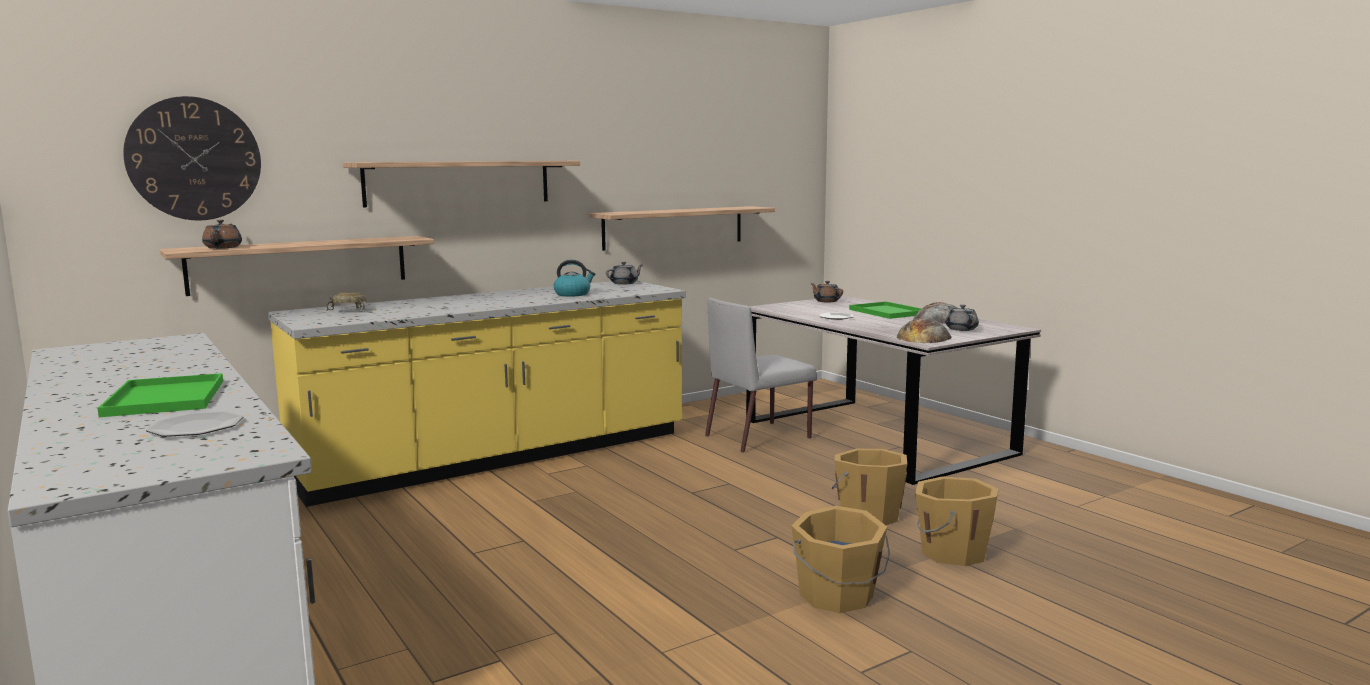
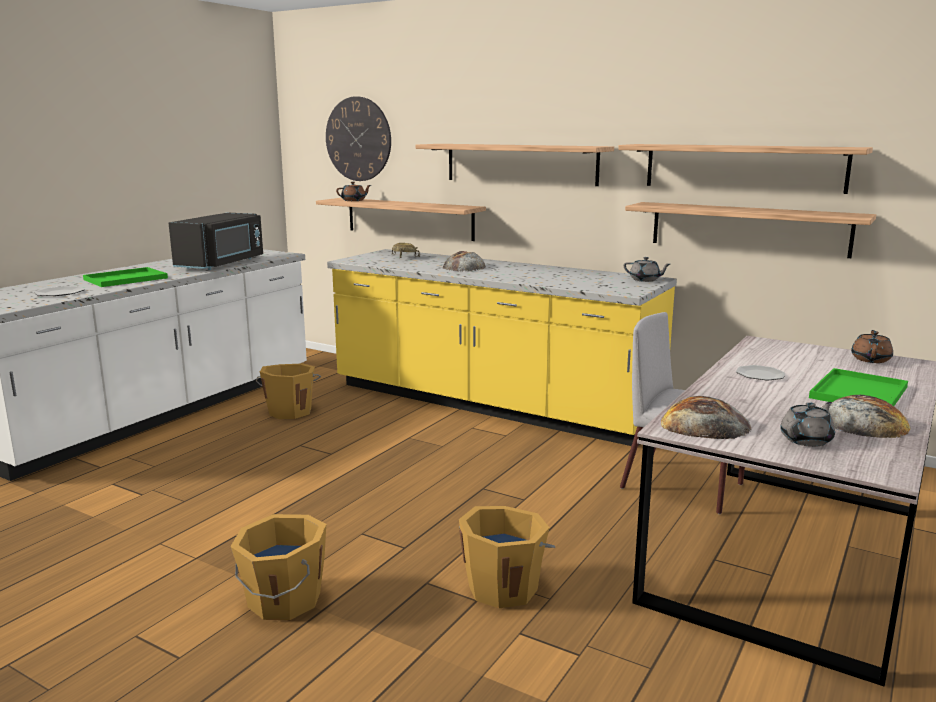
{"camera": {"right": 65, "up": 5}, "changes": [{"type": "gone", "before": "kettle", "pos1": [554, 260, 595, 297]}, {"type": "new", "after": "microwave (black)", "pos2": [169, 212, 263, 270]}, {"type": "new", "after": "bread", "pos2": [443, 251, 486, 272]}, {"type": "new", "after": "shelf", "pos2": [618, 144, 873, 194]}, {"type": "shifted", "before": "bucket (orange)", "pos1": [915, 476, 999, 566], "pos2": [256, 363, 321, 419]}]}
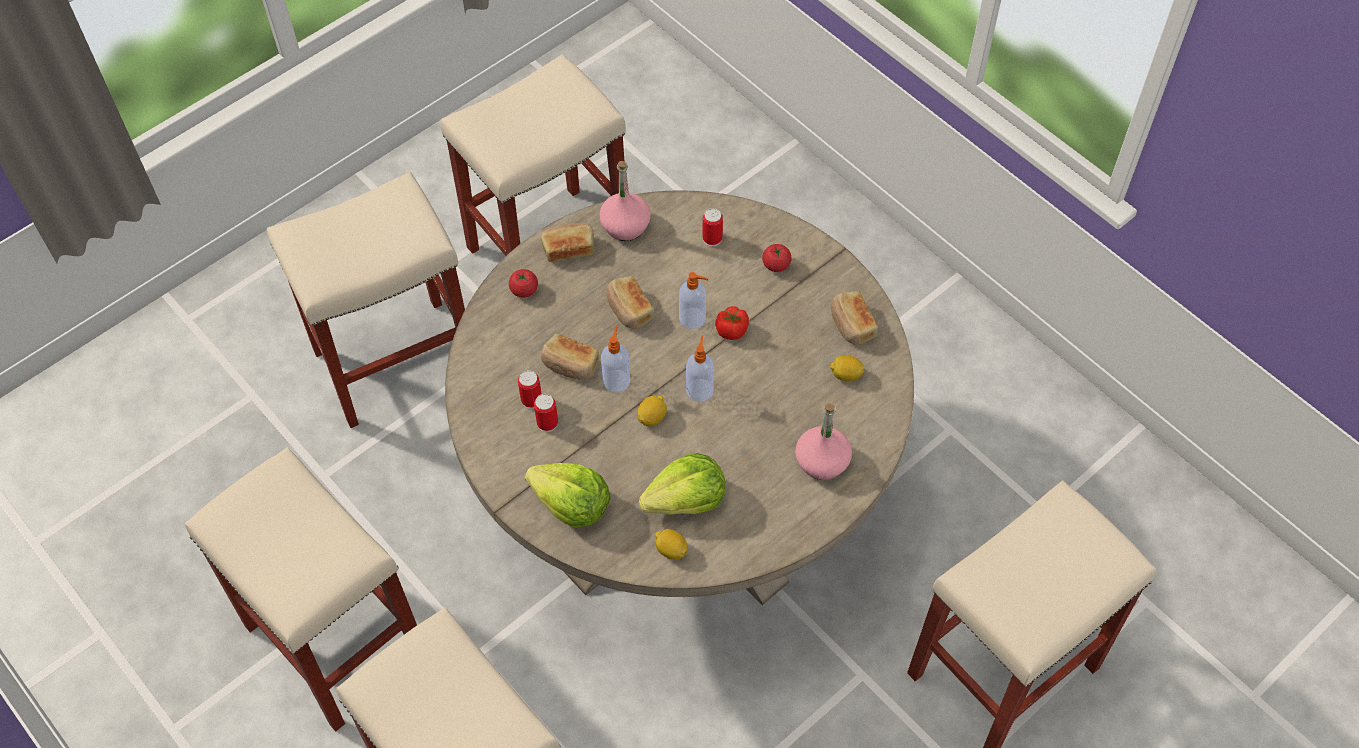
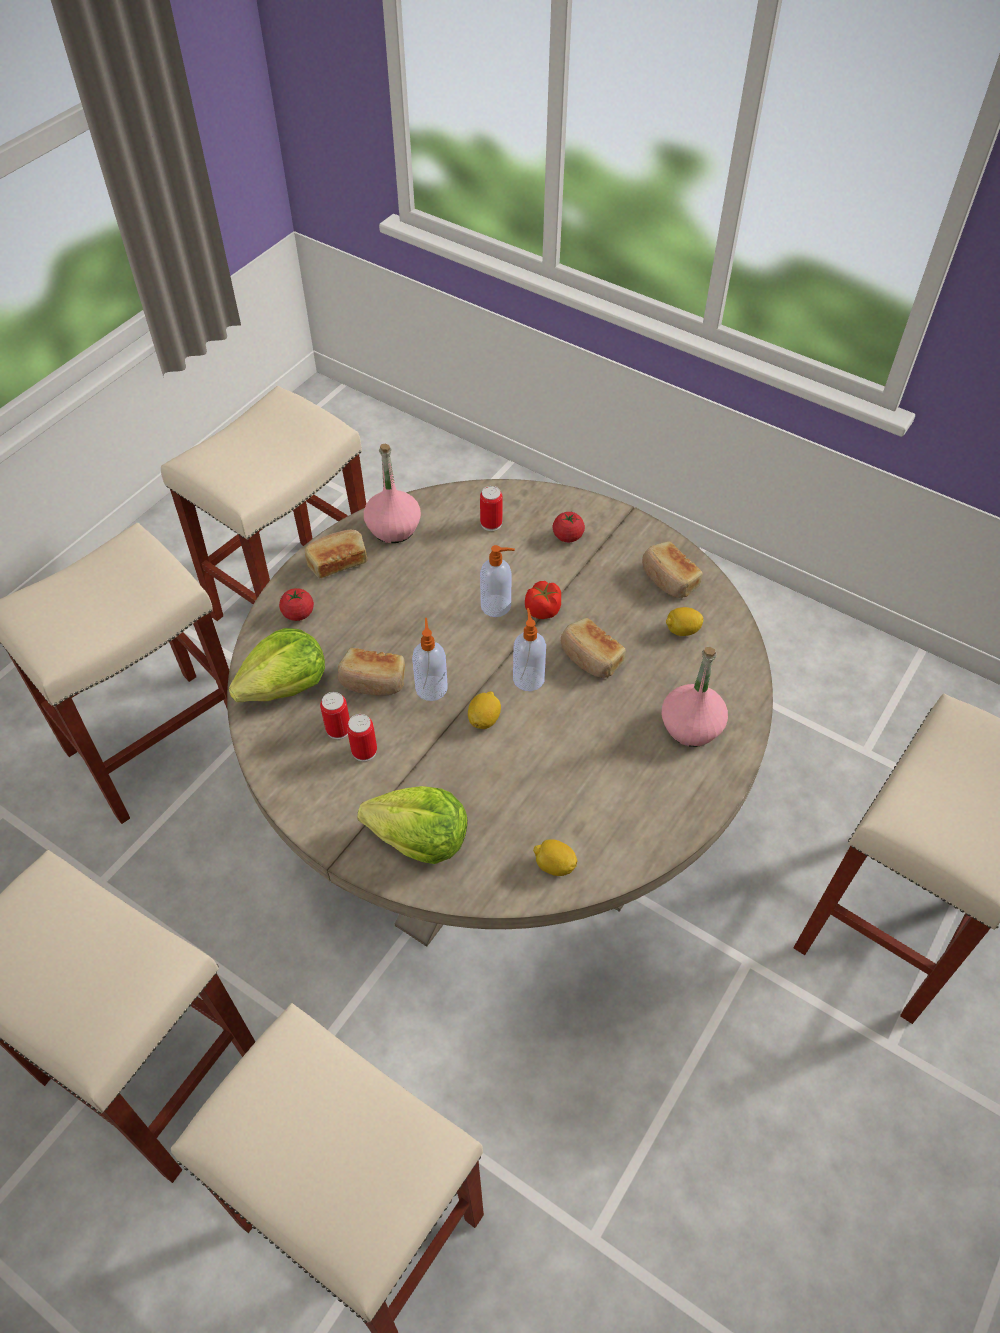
{"camera": {"right": -15, "up": -5}, "changes": [{"type": "shifted", "before": "bread", "pos1": [606, 276, 654, 329], "pos2": [561, 618, 625, 678]}, {"type": "shifted", "before": "lettuce", "pos1": [639, 453, 725, 515], "pos2": [229, 628, 325, 702]}]}
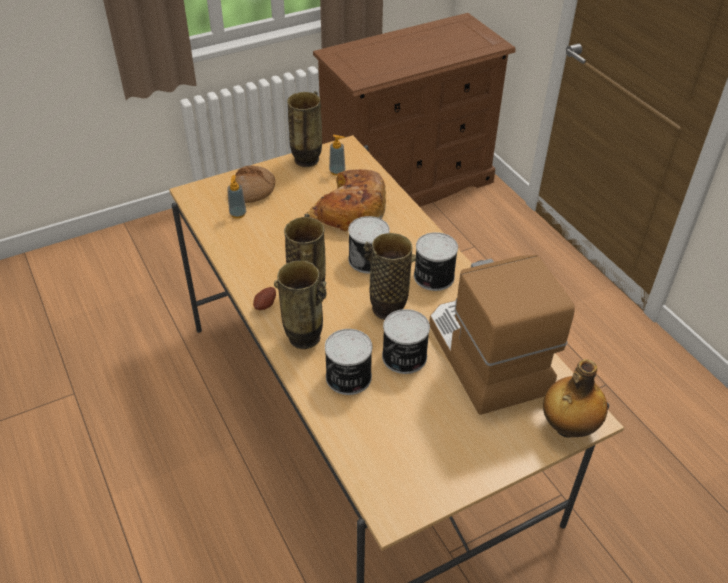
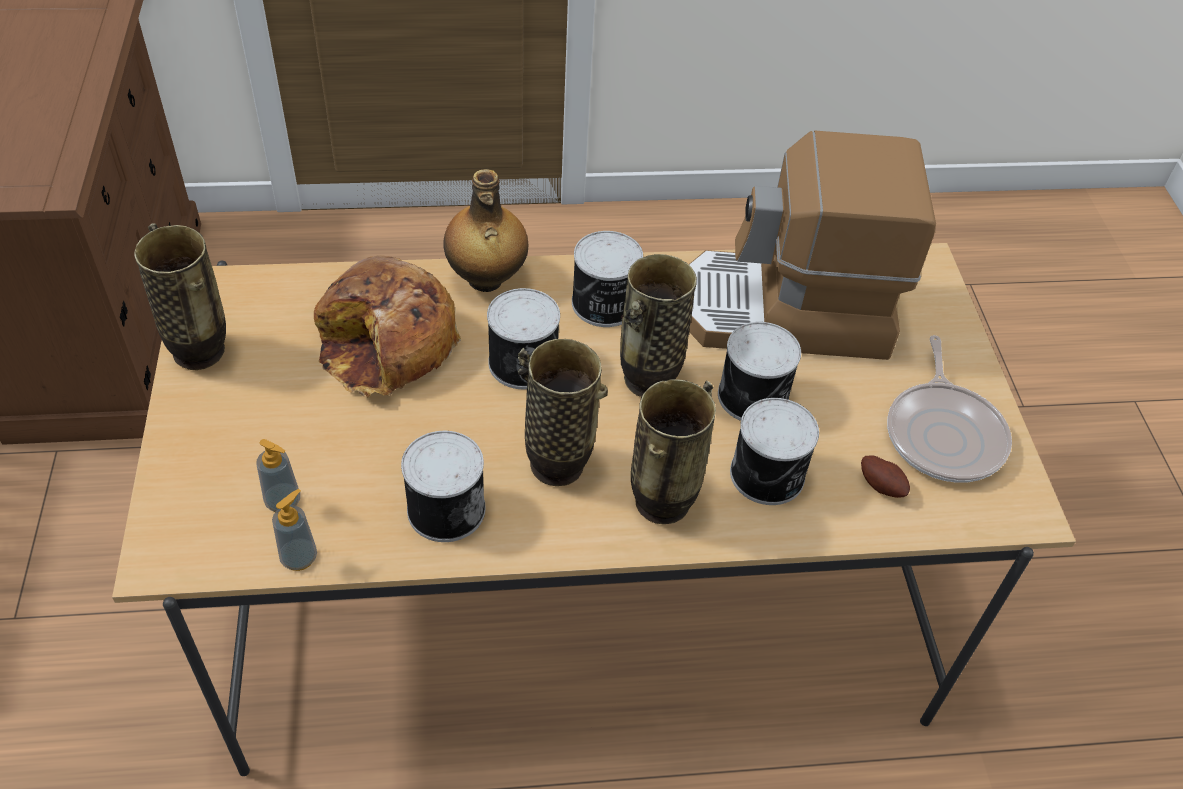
{"camera": {"right": -70, "up": 5}, "changes": [{"type": "gone", "before": "bread", "pos1": [230, 166, 275, 203]}, {"type": "new", "after": "can", "pos2": [401, 431, 485, 542]}, {"type": "new", "after": "frying pan", "pos2": [887, 335, 1012, 483]}, {"type": "shifted", "before": "potato", "pos1": [253, 287, 276, 310], "pos2": [861, 455, 910, 498]}, {"type": "shifted", "before": "soap dispenser", "pos1": [329, 135, 345, 176], "pos2": [272, 489, 317, 571]}, {"type": "shifted", "before": "bottle", "pos1": [543, 359, 608, 438], "pos2": [443, 169, 529, 292]}]}
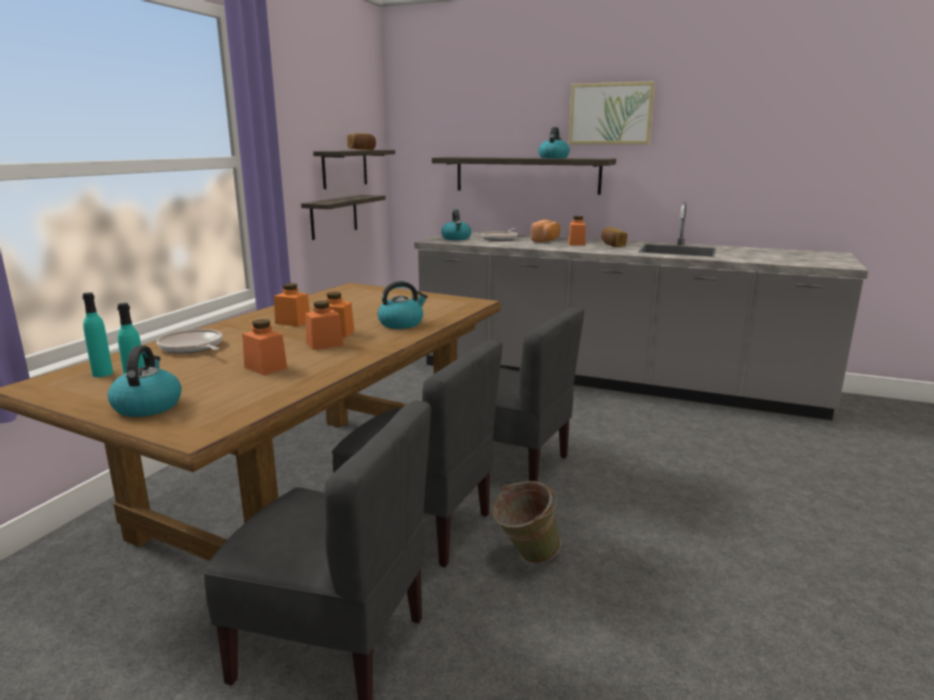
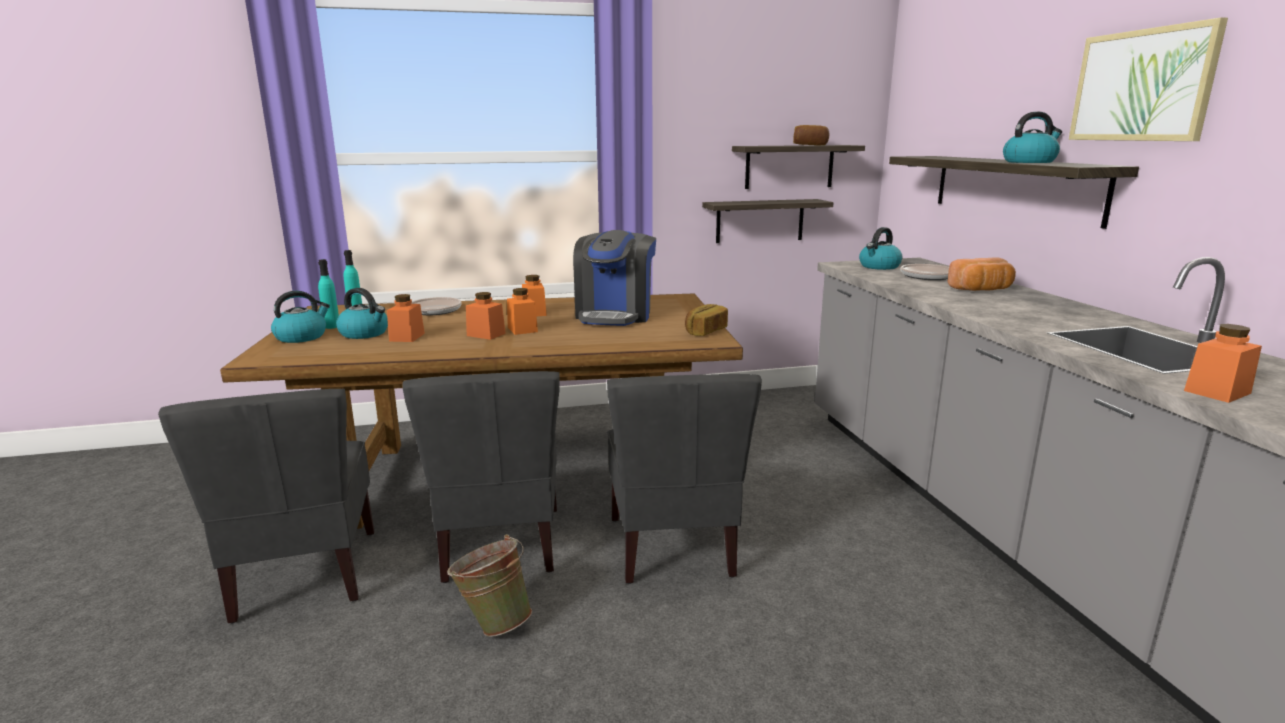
{"camera": {"right": 55, "up": 0}, "changes": [{"type": "new", "after": "coffee machine", "pos2": [573, 230, 656, 326]}, {"type": "shifted", "before": "kettle", "pos1": [378, 281, 428, 329], "pos2": [336, 288, 388, 339]}, {"type": "shifted", "before": "jar (orange)", "pos1": [568, 216, 586, 246], "pos2": [1184, 324, 1262, 403]}, {"type": "shifted", "before": "bread", "pos1": [601, 227, 628, 247], "pos2": [685, 304, 728, 336]}]}
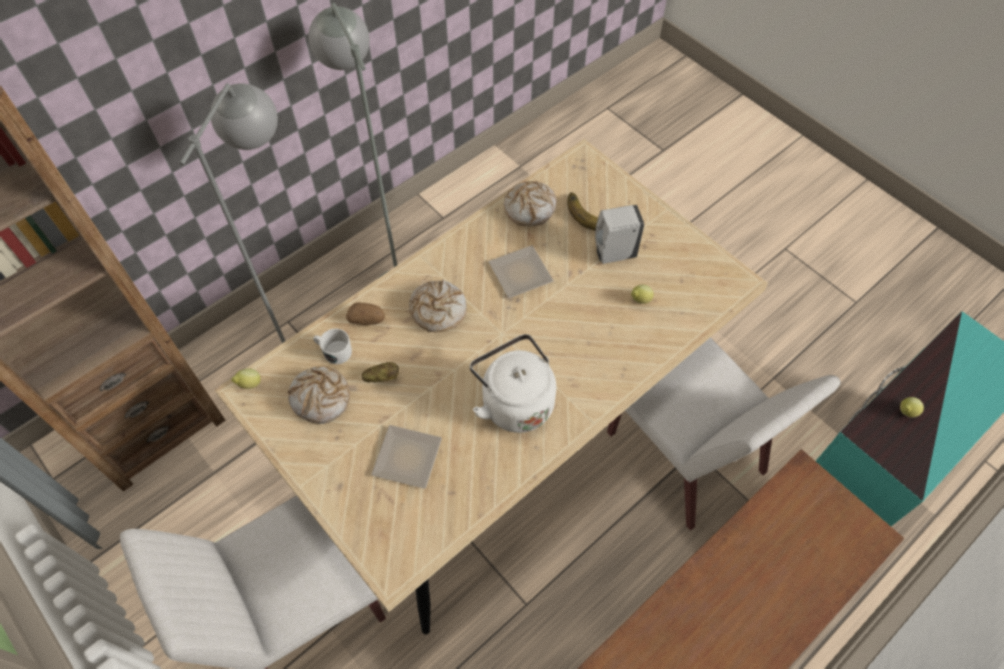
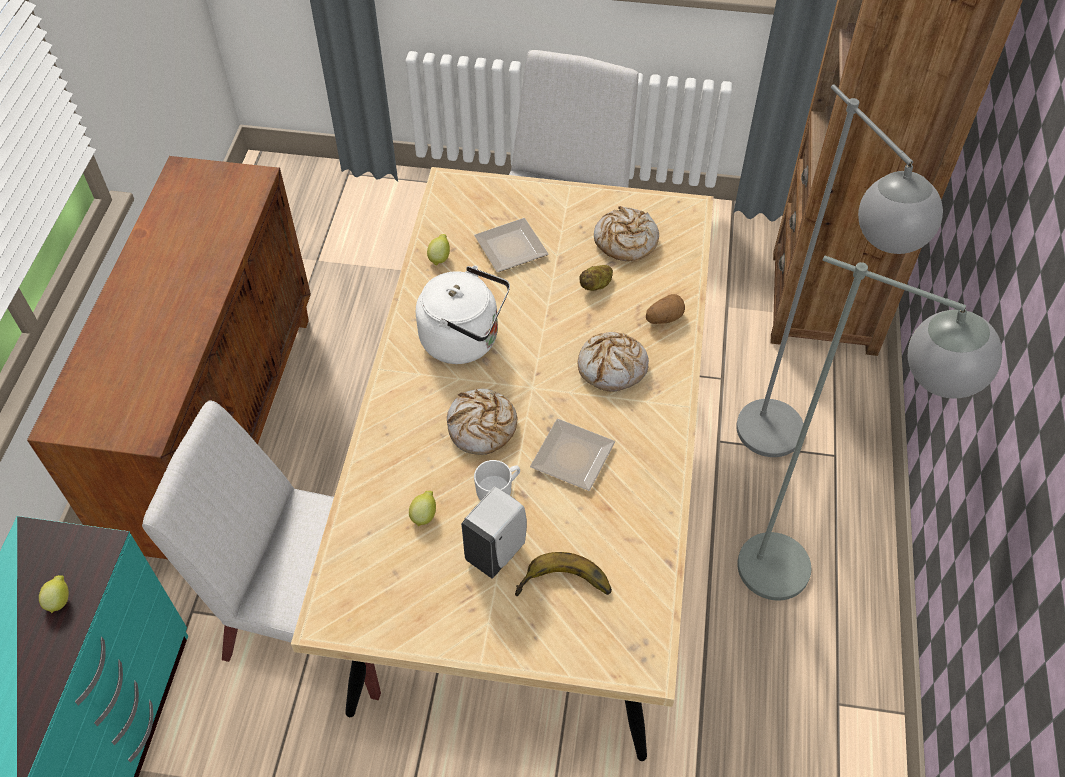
{"camera": {"right": 140, "up": -5}, "changes": [{"type": "shifted", "before": "lemon", "pos1": [231, 369, 261, 389], "pos2": [427, 234, 450, 265]}, {"type": "shifted", "before": "mug (white)", "pos1": [313, 329, 352, 364], "pos2": [474, 460, 520, 501]}, {"type": "shifted", "before": "bread", "pos1": [504, 181, 557, 226], "pos2": [447, 389, 517, 455]}]}
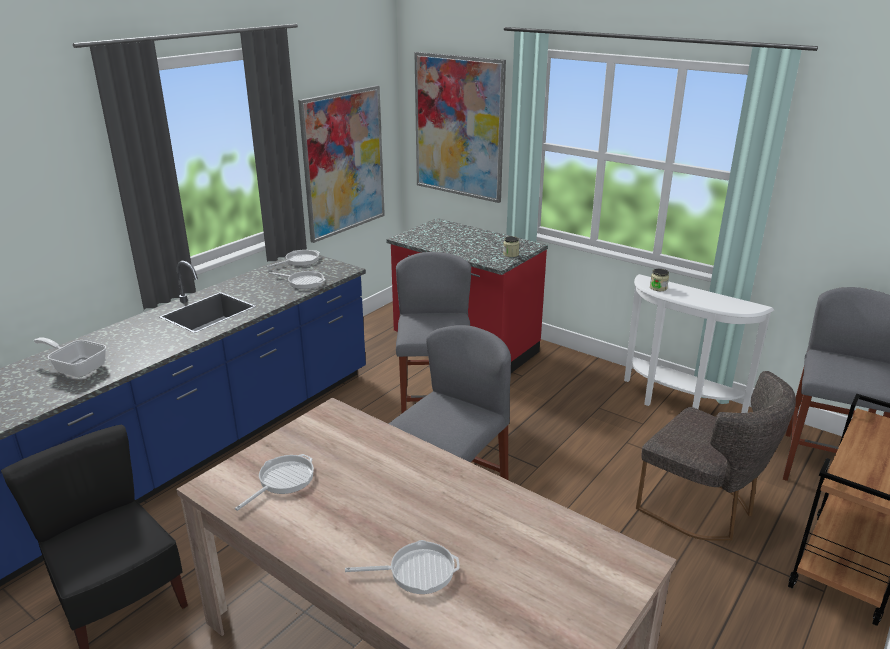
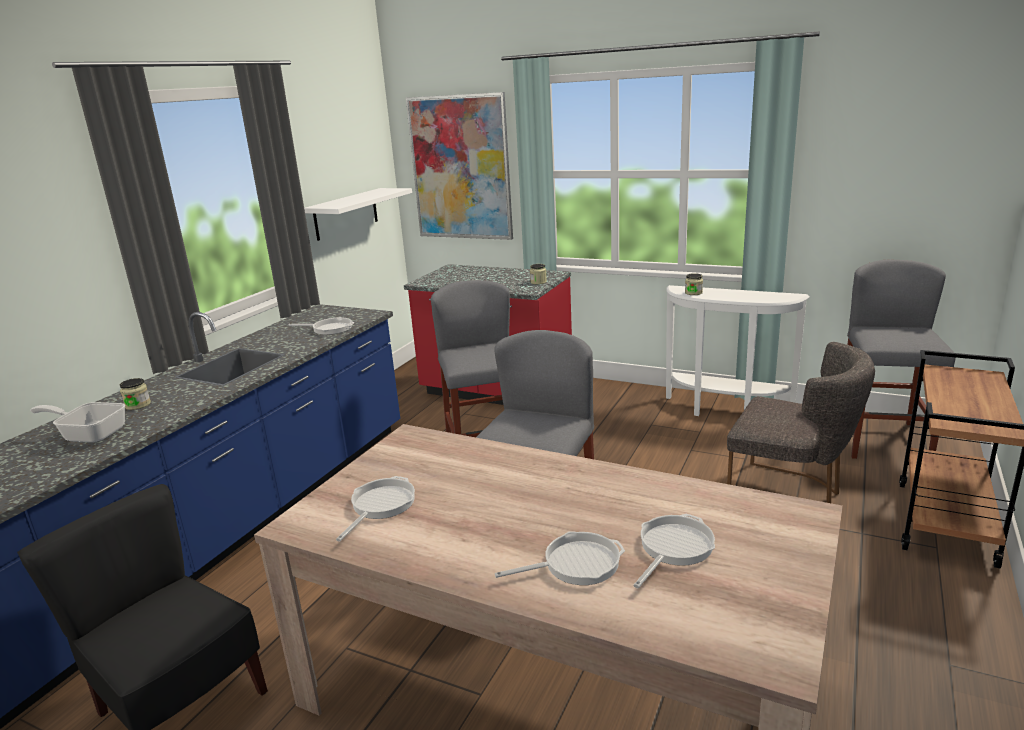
{"camera": {"right": -10, "up": -5}, "changes": [{"type": "new", "after": "jar", "pos2": [120, 378, 151, 410]}, {"type": "shifted", "before": "frying pan", "pos1": [266, 250, 320, 268], "pos2": [633, 514, 715, 588]}, {"type": "swapped", "before": "picture", "after": "shelf (white)", "pos1": [298, 85, 385, 243], "pos2": [304, 188, 412, 241]}]}
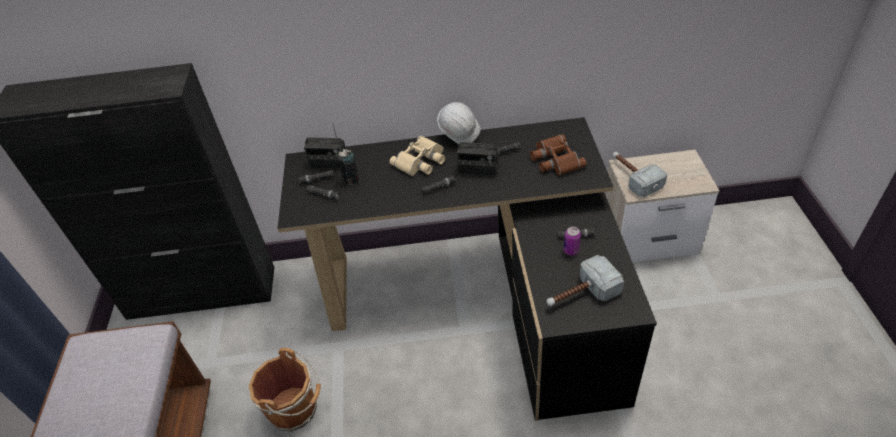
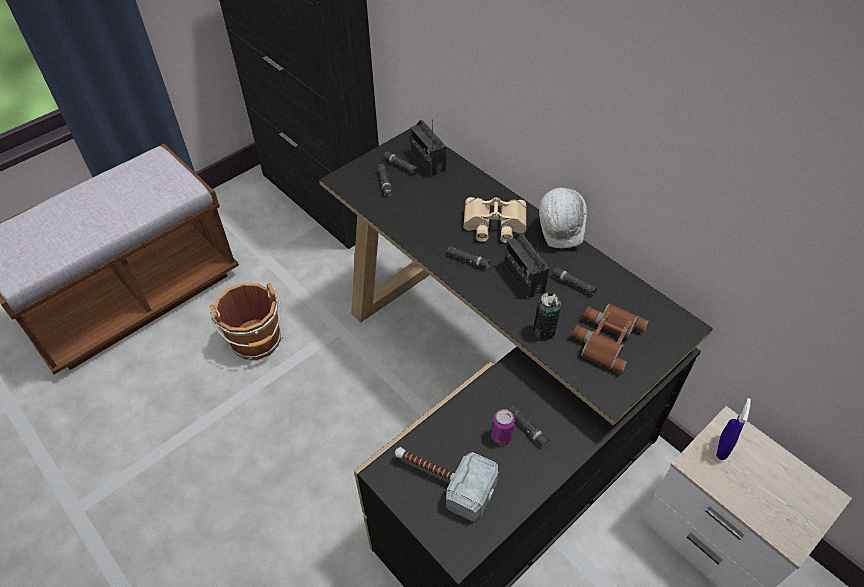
{"camera": {"right": 50, "up": 5}, "changes": [{"type": "shifted", "before": "can", "pos1": [338, 149, 359, 185], "pos2": [533, 292, 561, 340]}, {"type": "swapped", "before": "hammer", "after": "spray bottle (blue)", "pos1": [613, 152, 667, 197], "pos2": [716, 398, 751, 460]}]}
